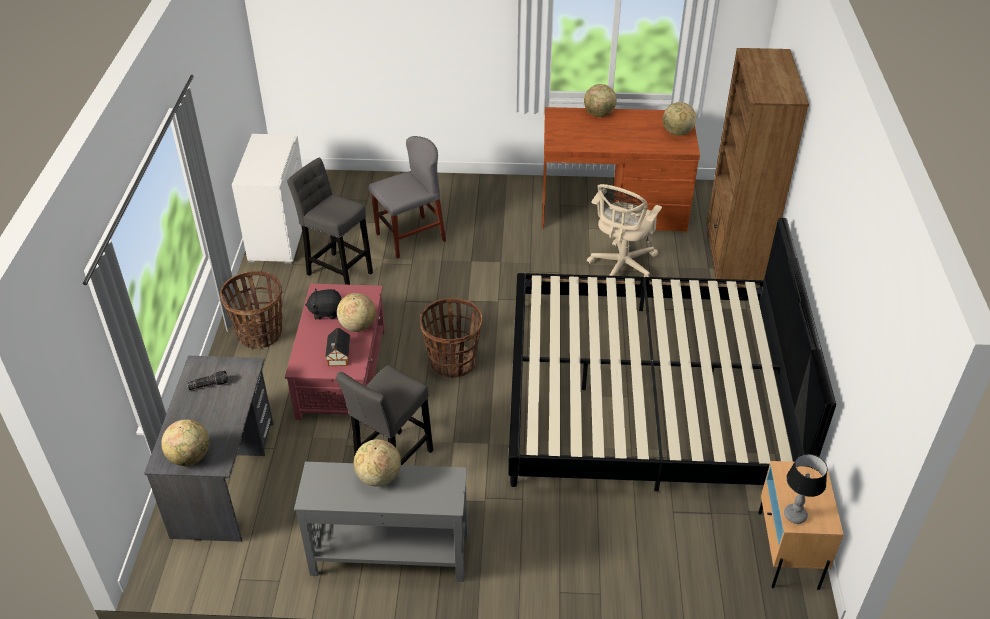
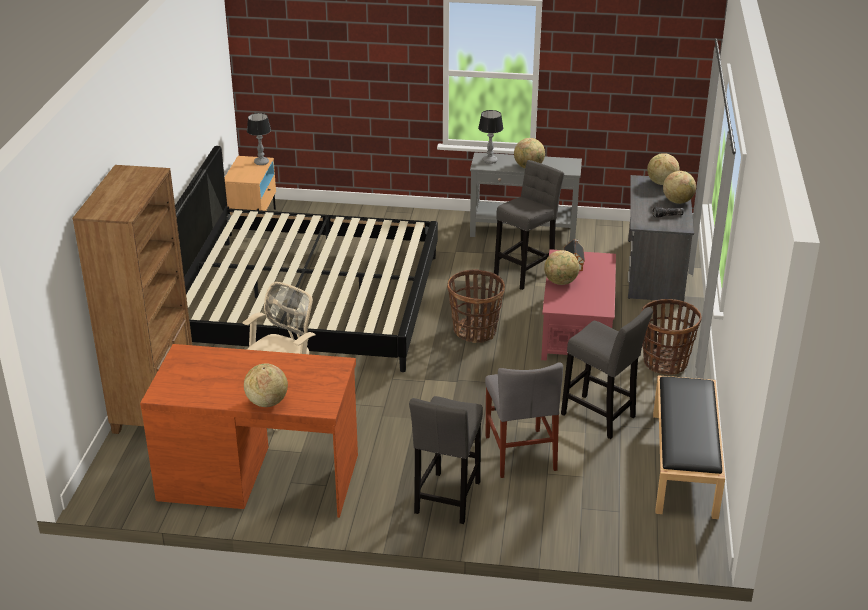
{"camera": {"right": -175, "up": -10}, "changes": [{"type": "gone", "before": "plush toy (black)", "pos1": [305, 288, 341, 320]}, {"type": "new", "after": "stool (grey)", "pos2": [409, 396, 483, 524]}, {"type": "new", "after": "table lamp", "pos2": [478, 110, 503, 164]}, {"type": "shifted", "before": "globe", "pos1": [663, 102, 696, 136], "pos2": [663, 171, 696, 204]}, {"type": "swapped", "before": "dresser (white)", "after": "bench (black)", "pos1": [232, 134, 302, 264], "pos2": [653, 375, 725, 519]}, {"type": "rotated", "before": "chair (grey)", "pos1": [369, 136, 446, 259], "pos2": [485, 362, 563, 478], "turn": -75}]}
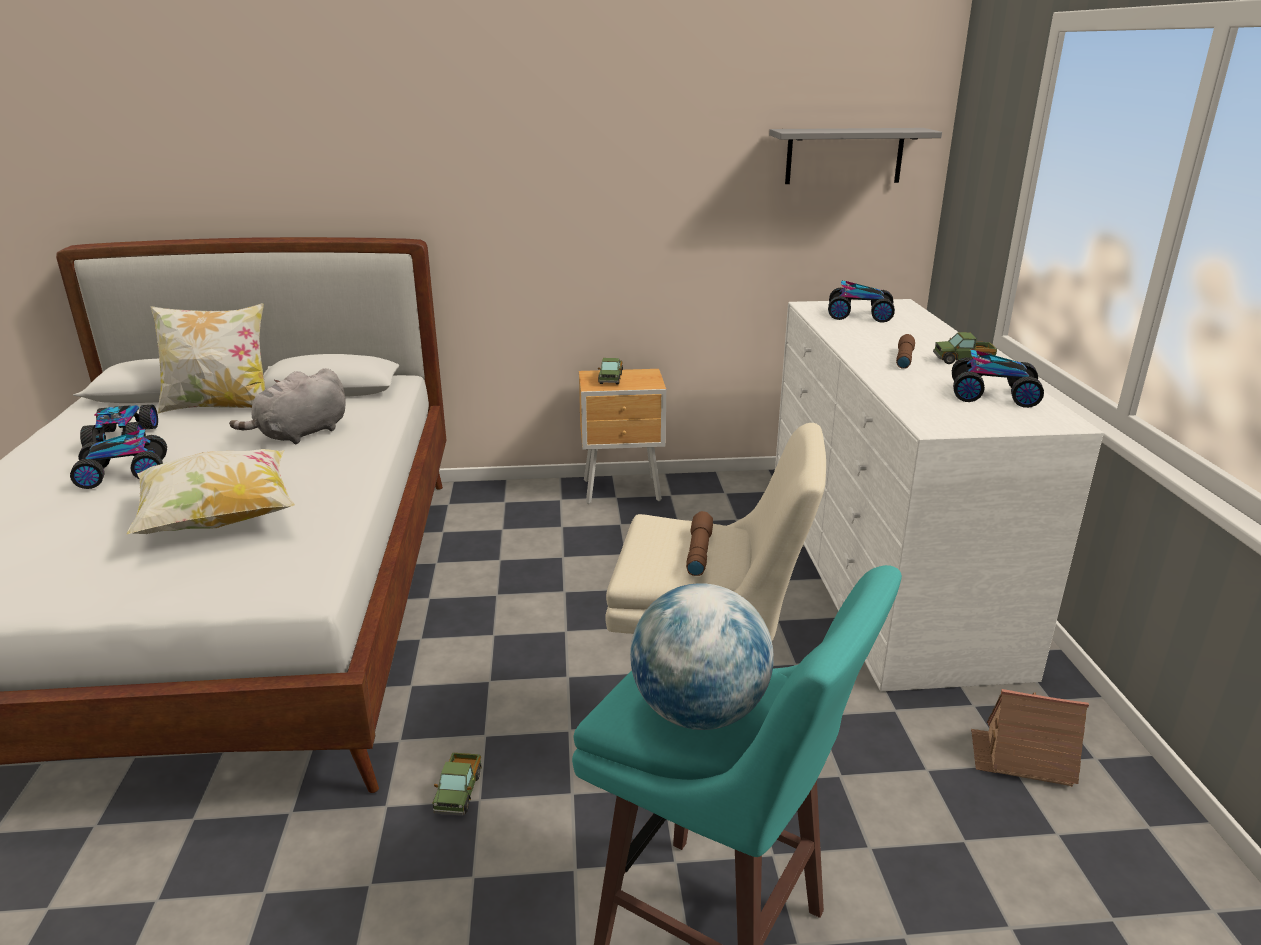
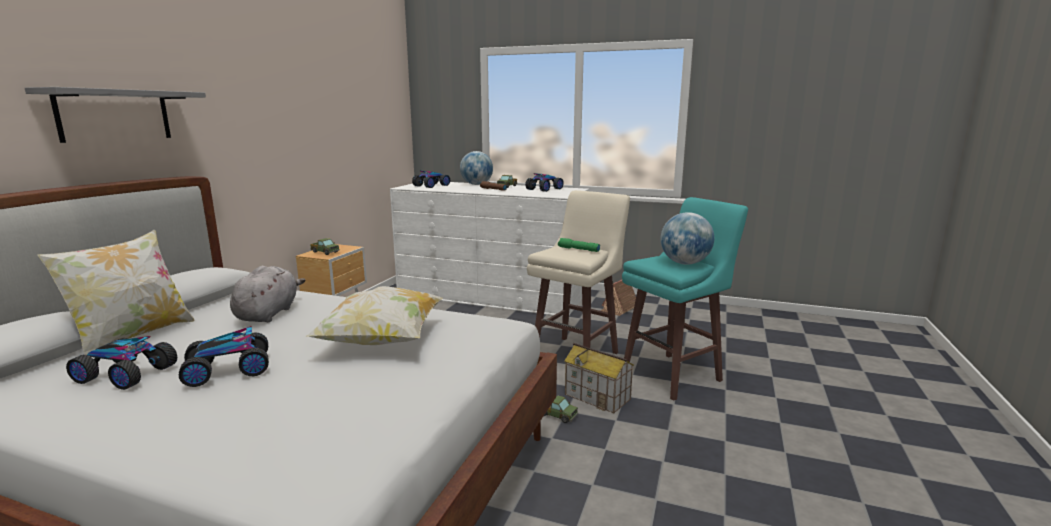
{"camera": {"right": -65, "up": -10}, "changes": [{"type": "new", "after": "globe", "pos2": [460, 151, 493, 185]}, {"type": "new", "after": "toy house", "pos2": [564, 343, 634, 413]}, {"type": "shifted", "before": "shelf (grey)", "pos1": [769, 128, 942, 184], "pos2": [25, 87, 206, 143]}, {"type": "repainted", "before": "flashlight (brown)", "after": "flashlight (green)", "pos1": [686, 511, 713, 576], "pos2": [558, 238, 600, 252]}, {"type": "rotated", "before": "toy car", "pos1": [70, 428, 167, 489], "pos2": [178, 326, 269, 387], "turn": 60}, {"type": "rotated", "before": "plush toy (grey)", "pos1": [229, 368, 346, 444], "pos2": [230, 266, 305, 322], "turn": -150}]}
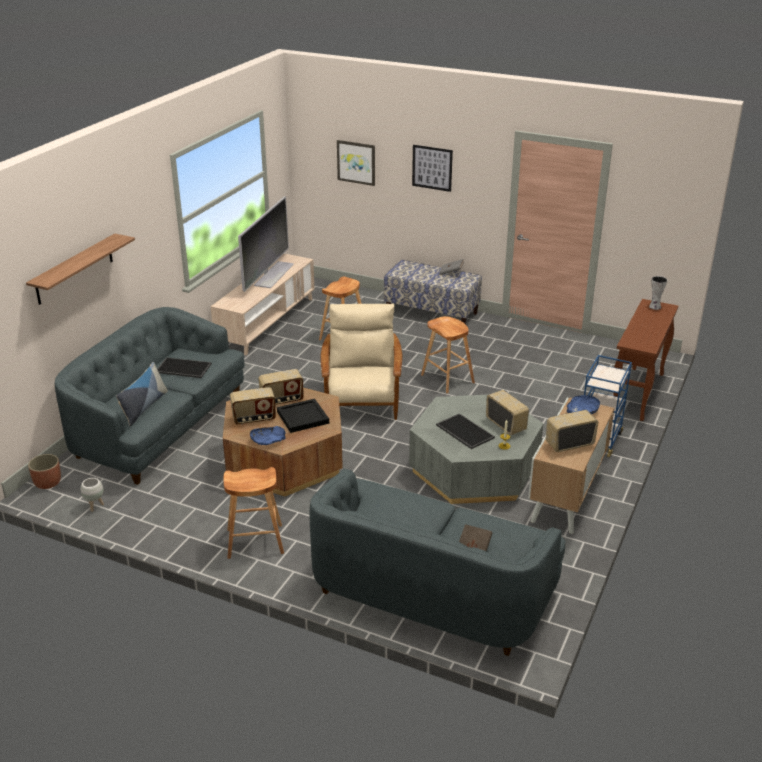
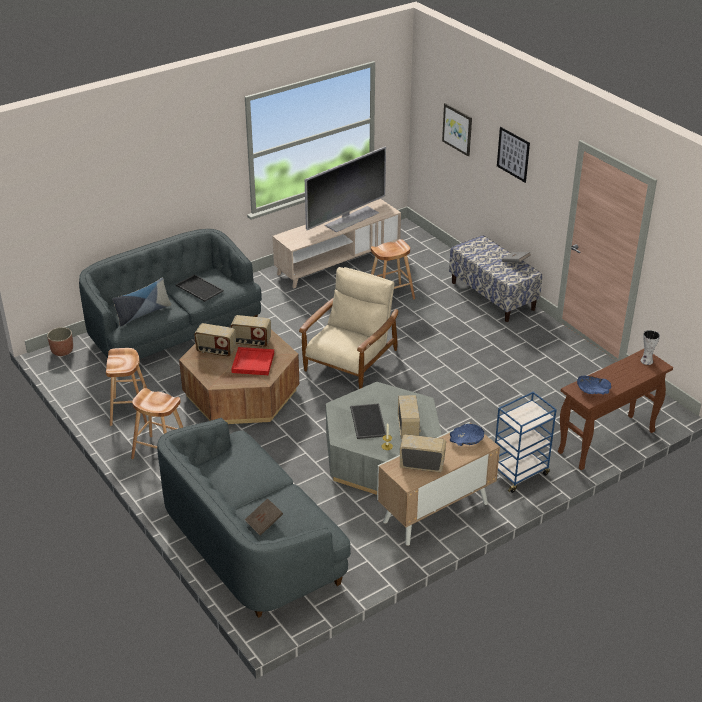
{"camera": {"right": 30, "up": 5}, "changes": [{"type": "gone", "before": "shelf", "pos1": [26, 233, 135, 305]}, {"type": "gone", "before": "planter (white)", "pos1": [81, 478, 104, 512]}, {"type": "shifted", "before": "bowl (blue)", "pos1": [250, 426, 286, 445], "pos2": [577, 376, 611, 394]}, {"type": "shifted", "before": "stool (brown)", "pos1": [421, 316, 475, 393], "pos2": [106, 348, 147, 426]}, {"type": "repainted", "before": "tray (black)", "after": "tray (red)", "pos1": [277, 399, 329, 433], "pos2": [231, 347, 274, 375]}]}
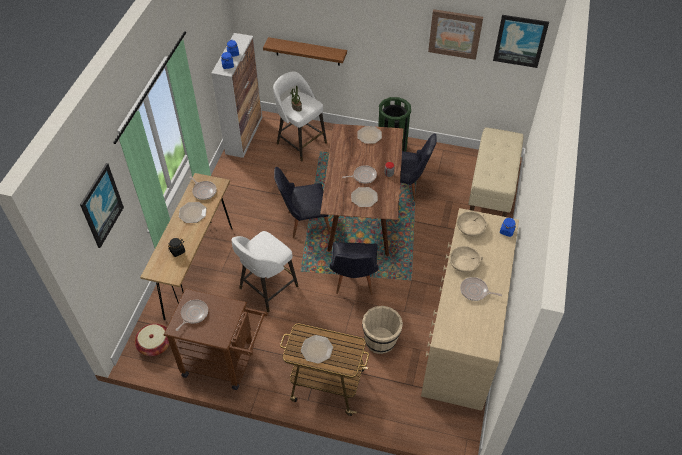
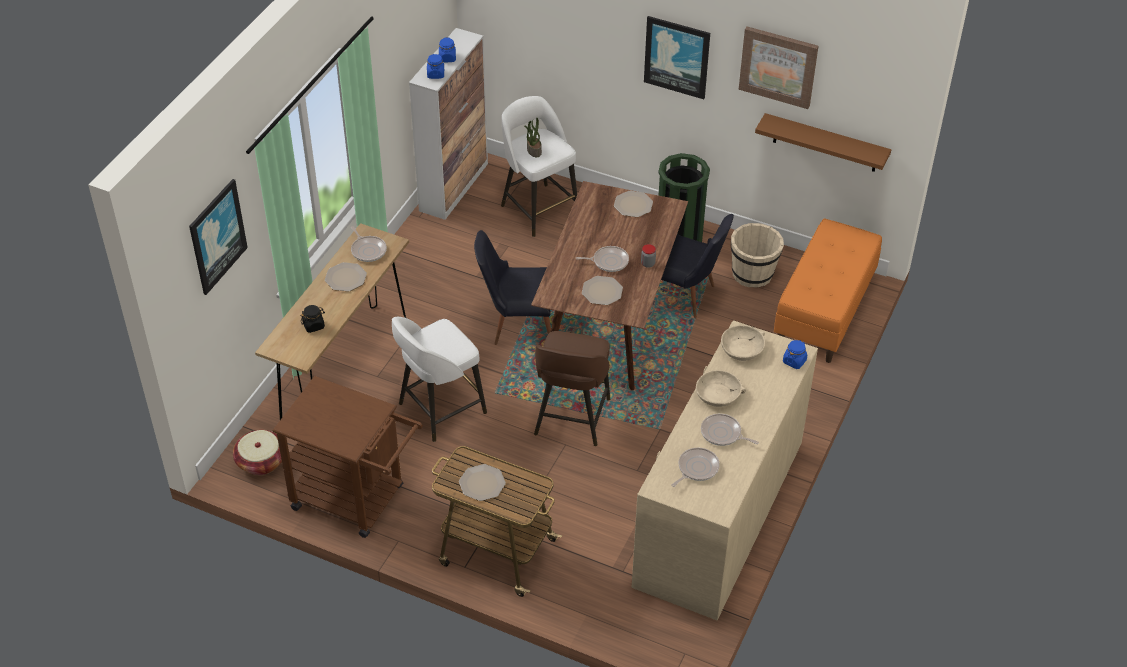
{"camera": {"right": 10, "up": -5}, "changes": [{"type": "shifted", "before": "frying pan", "pos1": [176, 299, 208, 331], "pos2": [671, 448, 720, 487]}, {"type": "shifted", "before": "shelf (brown)", "pos1": [263, 37, 347, 66], "pos2": [755, 113, 891, 172]}, {"type": "shifted", "before": "bucket (beige)", "pos1": [362, 306, 403, 354], "pos2": [731, 223, 784, 287]}, {"type": "shifted", "before": "picture", "pos1": [493, 15, 549, 68], "pos2": [644, 16, 710, 99]}, {"type": "swapped", "before": "chair (black)", "after": "stool (brown)", "pos1": [330, 242, 379, 295], "pos2": [534, 331, 610, 446]}, {"type": "repainted", "before": "bench (beige)", "after": "bench (orange)", "pos1": [468, 127, 523, 217], "pos2": [774, 218, 882, 363]}]}
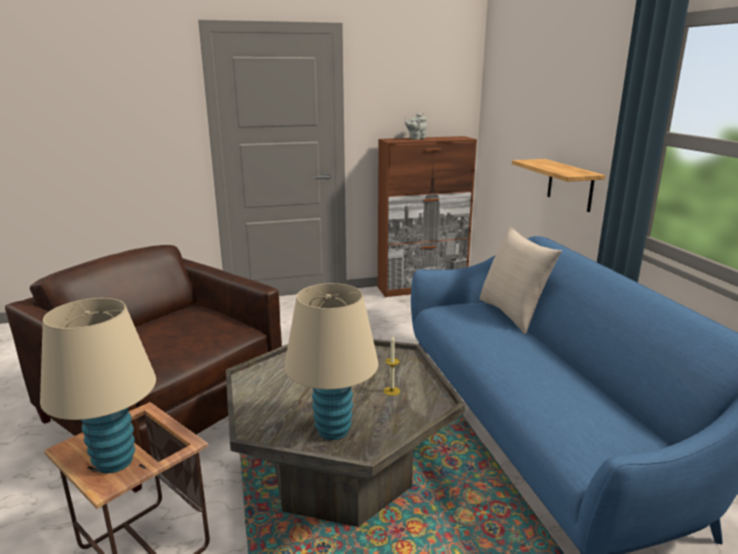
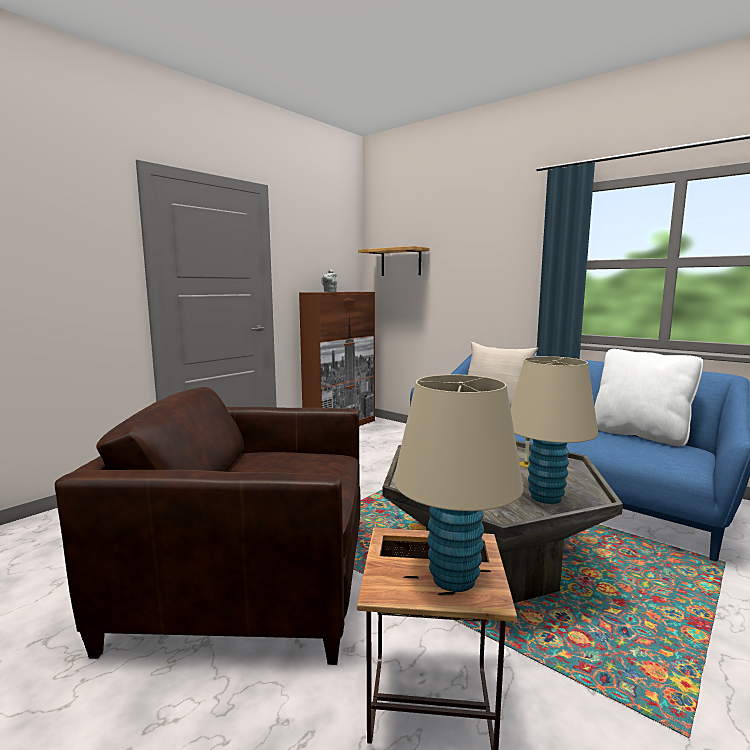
{"camera": {"right": -35, "up": -10}, "changes": [{"type": "new", "after": "pillow (white)", "pos2": [595, 349, 703, 446]}, {"type": "shifted", "before": "shelf", "pos1": [512, 159, 605, 212], "pos2": [358, 246, 430, 276]}]}
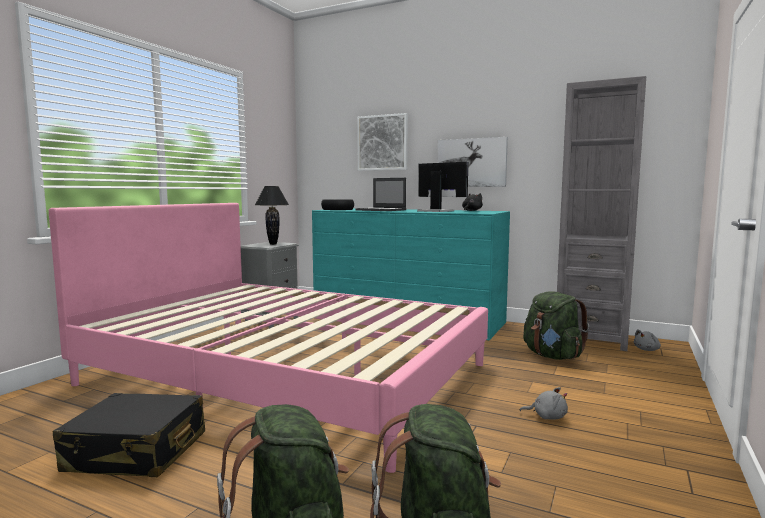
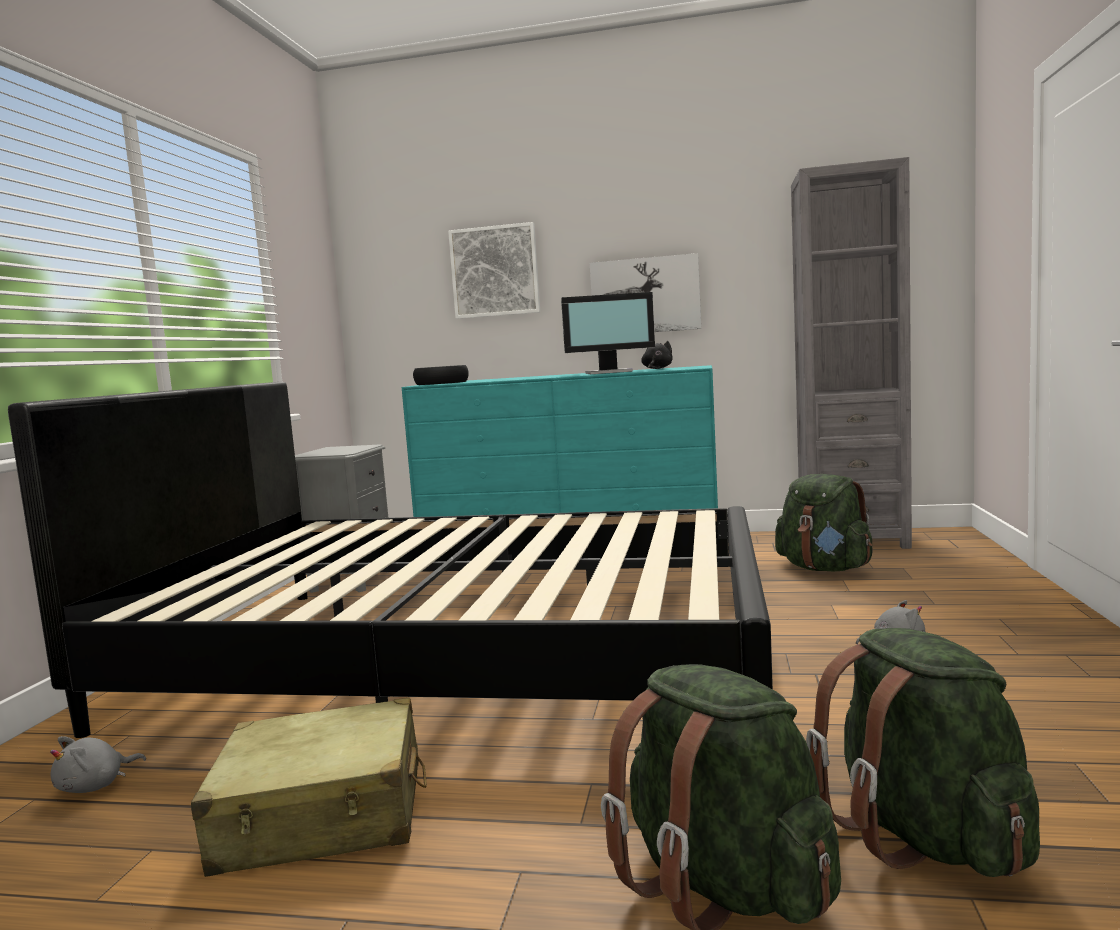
{"camera": {"right": -15, "up": 0}, "changes": [{"type": "gone", "before": "table lamp (black)", "pos1": [255, 186, 289, 245]}, {"type": "gone", "before": "laptop", "pos1": [355, 178, 406, 211]}, {"type": "shifted", "before": "plush toy (grey)", "pos1": [634, 329, 661, 351], "pos2": [50, 736, 146, 793]}, {"type": "repainted", "before": "bed (pink)", "after": "bed (black)", "pos1": [49, 203, 488, 473], "pos2": [8, 382, 773, 738]}, {"type": "repainted", "before": "suitcase (black)", "after": "suitcase (beige)", "pos1": [53, 393, 205, 477], "pos2": [191, 698, 427, 877]}, {"type": "rotated", "before": "monitor", "pos1": [417, 162, 468, 212], "pos2": [561, 292, 655, 374], "turn": 150}]}
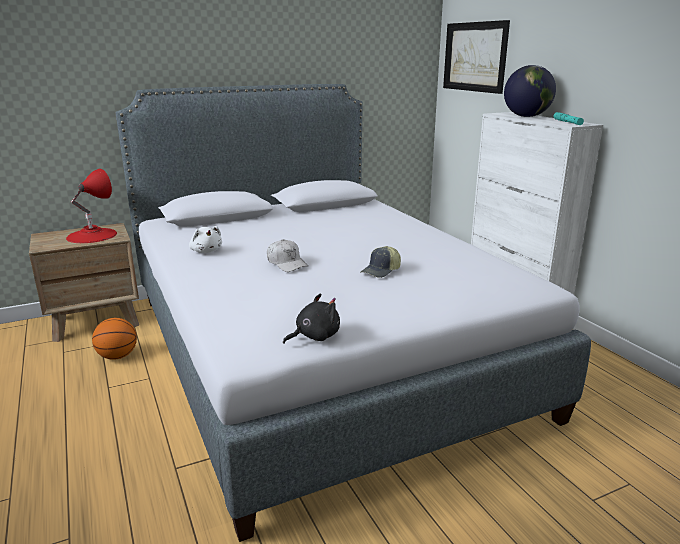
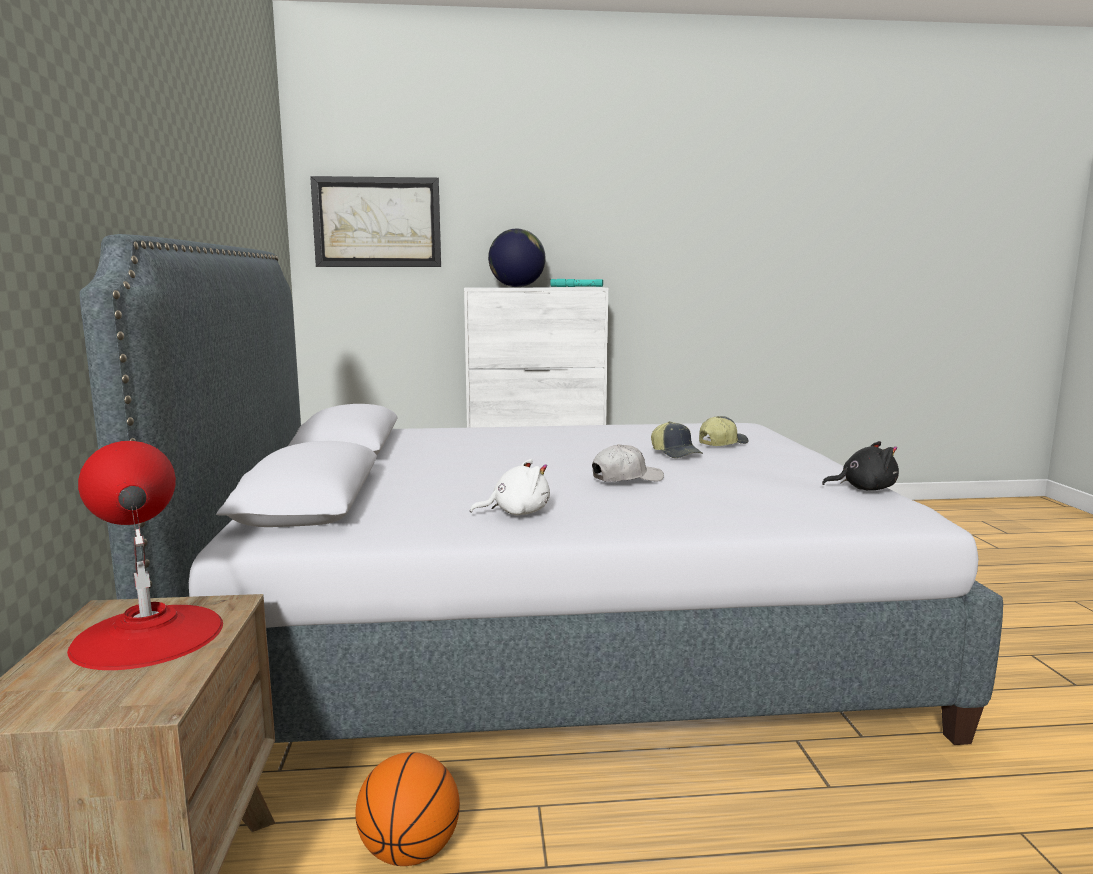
{"camera": {"right": -70, "up": -10}, "changes": [{"type": "new", "after": "cap", "pos2": [699, 416, 749, 446]}, {"type": "rotated", "before": "plush toy (black)", "pos1": [283, 293, 340, 344], "pos2": [822, 441, 899, 490], "turn": 105}]}
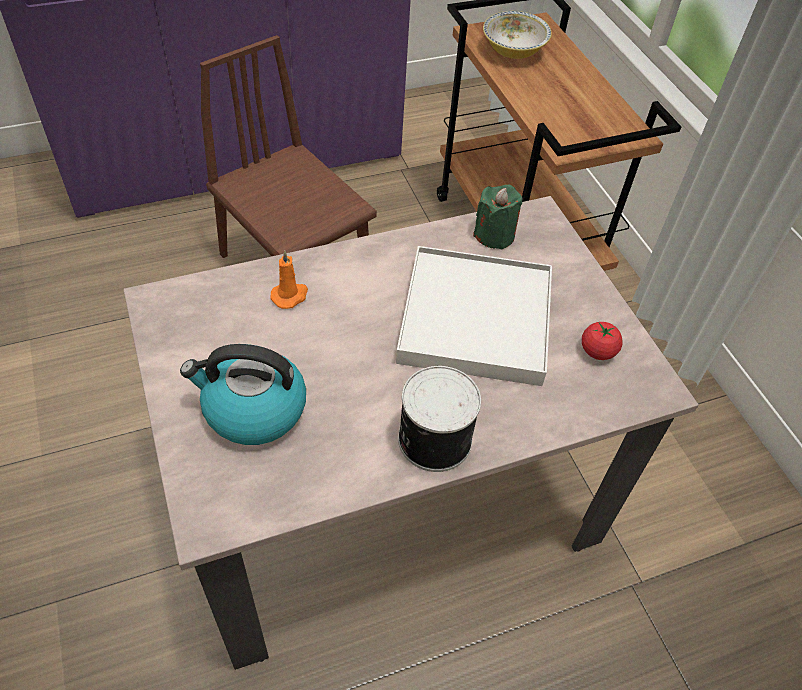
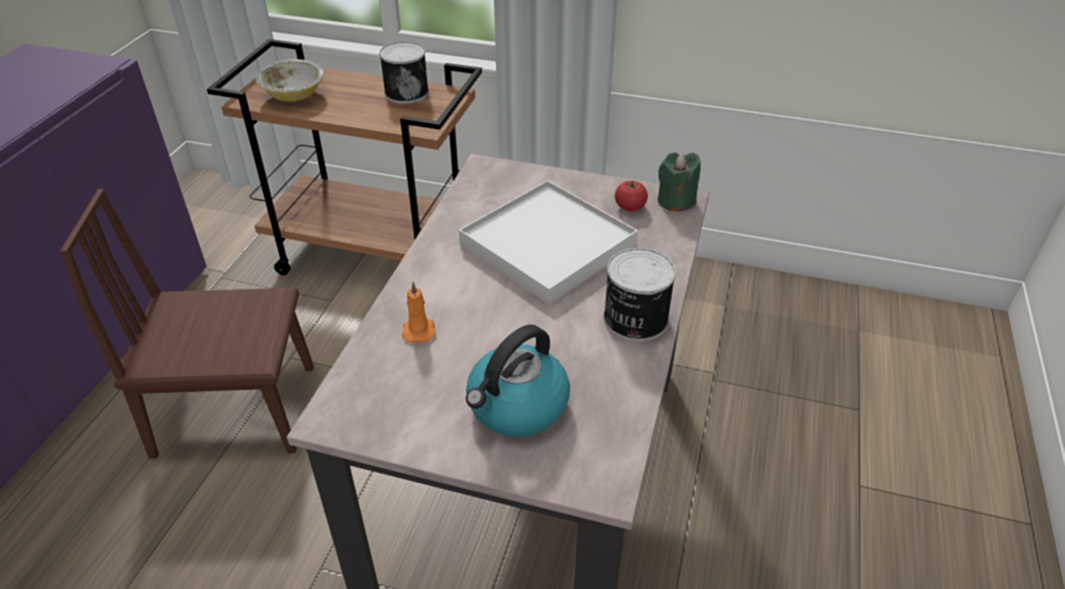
{"camera": {"right": -50, "up": -10}, "changes": [{"type": "new", "after": "can", "pos2": [379, 42, 429, 104]}, {"type": "shifted", "before": "candle (green)", "pos1": [473, 185, 522, 250], "pos2": [658, 152, 701, 211]}]}
